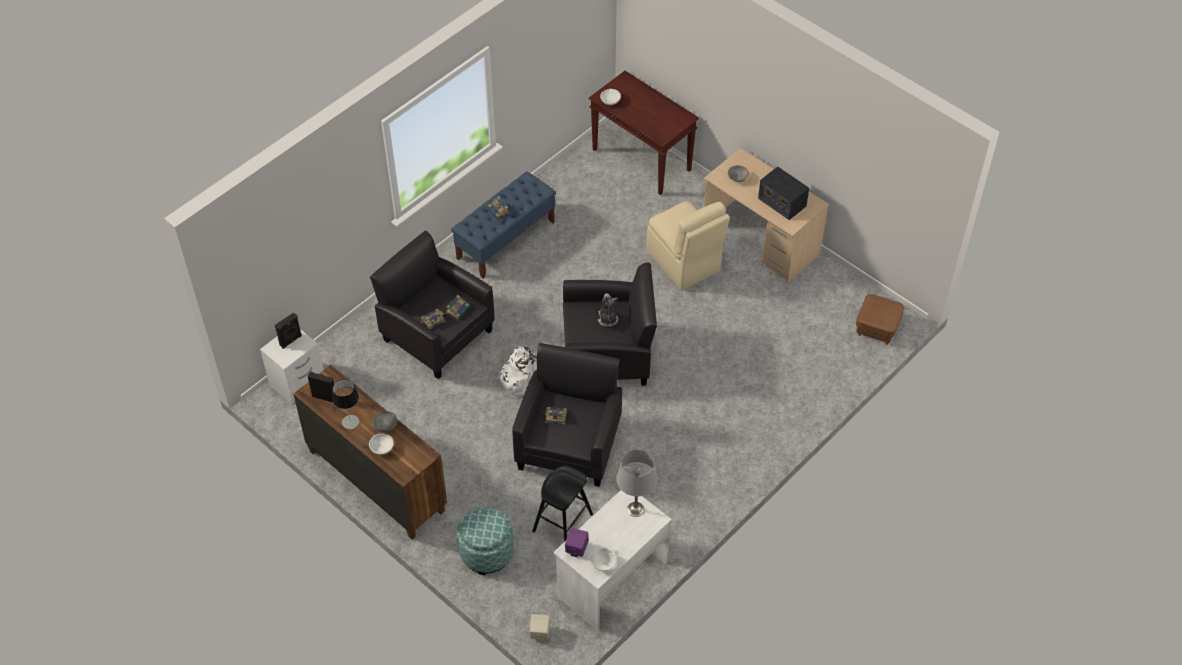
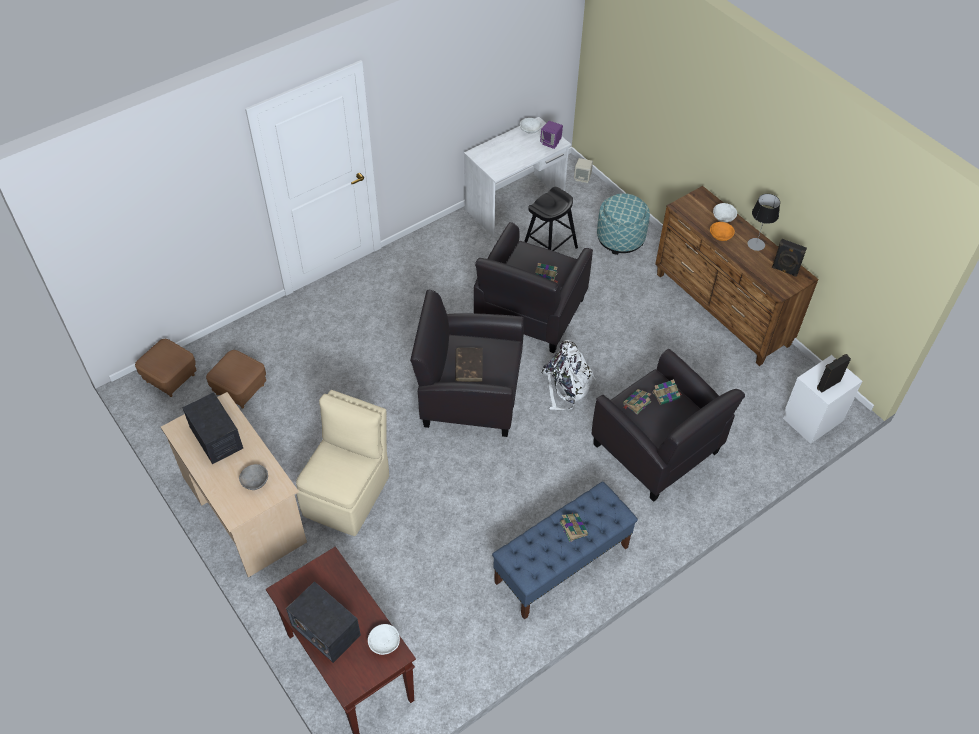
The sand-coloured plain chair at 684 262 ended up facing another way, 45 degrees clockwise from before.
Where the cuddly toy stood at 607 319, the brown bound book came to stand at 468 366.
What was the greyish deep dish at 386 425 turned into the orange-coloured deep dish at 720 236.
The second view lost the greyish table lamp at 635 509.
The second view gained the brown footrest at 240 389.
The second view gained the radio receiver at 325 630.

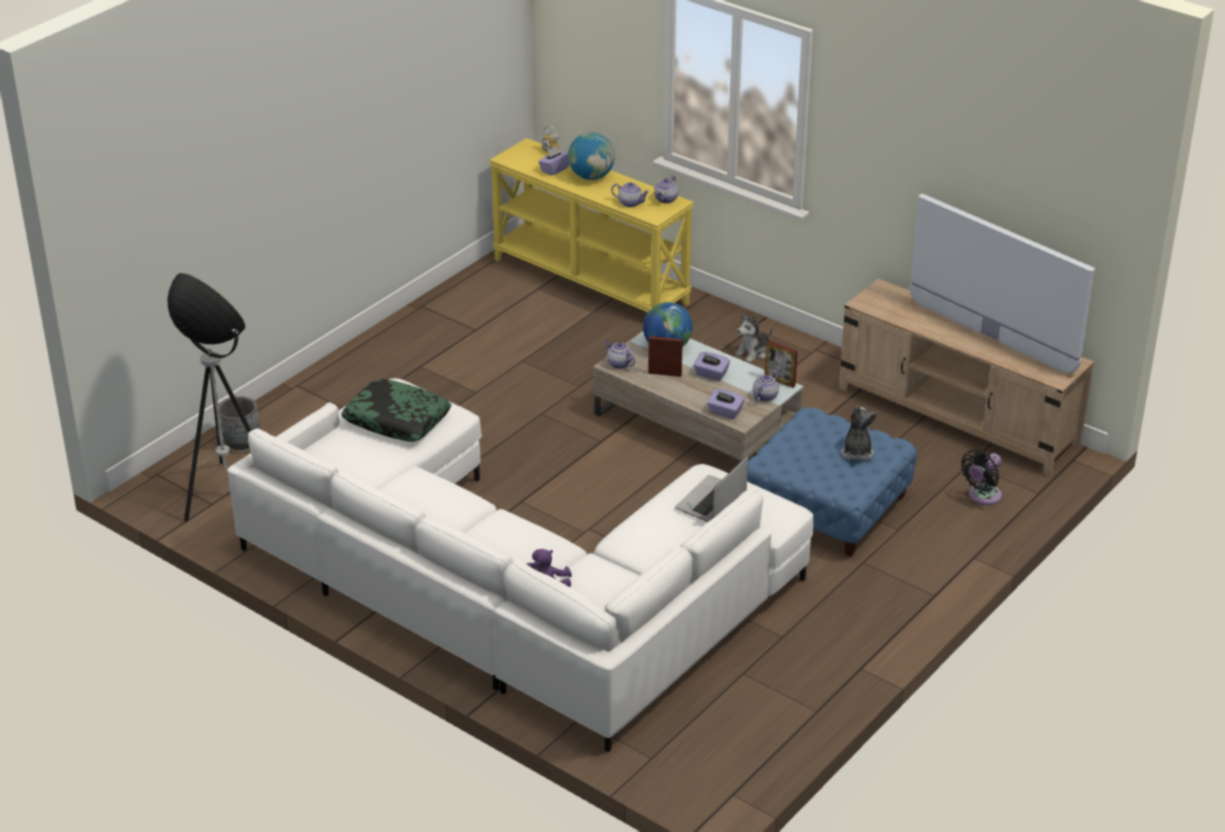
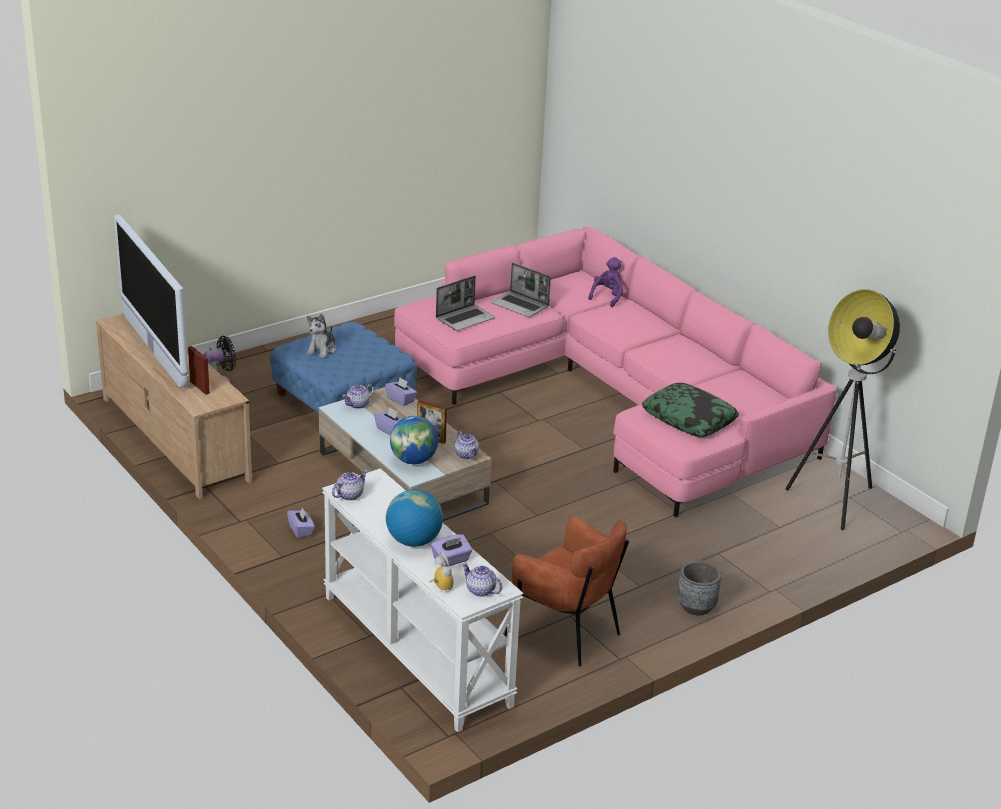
What was the yellow narrow table at 591 281 turned into the white narrow table at 414 650.
The teapot ended up elsewhere, having gone from 630 203 to 480 590.
Where the cuddly toy stood at 754 352, the purple-coloured box of tissues came to stand at 301 530.
The standing frame ended up elsewhere, having gone from 780 381 to 199 387.
What was the white sofa at 509 587 turned into the pink-coloured sofa at 614 396.
The greyish planter ended up elsewhere, having gone from 241 441 to 696 607.
The second view gained the notebook computer at 520 305.
The second view gained the brown armchair at 566 632.

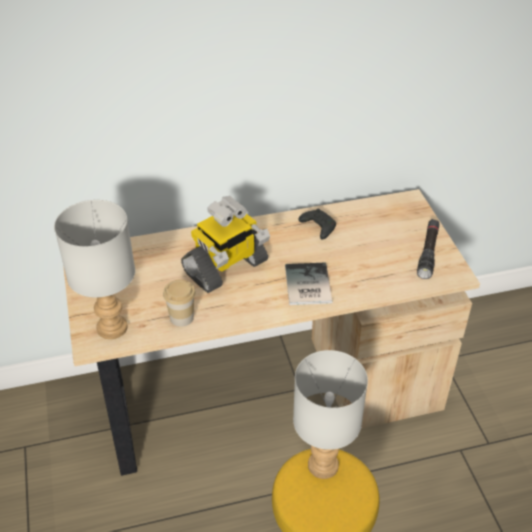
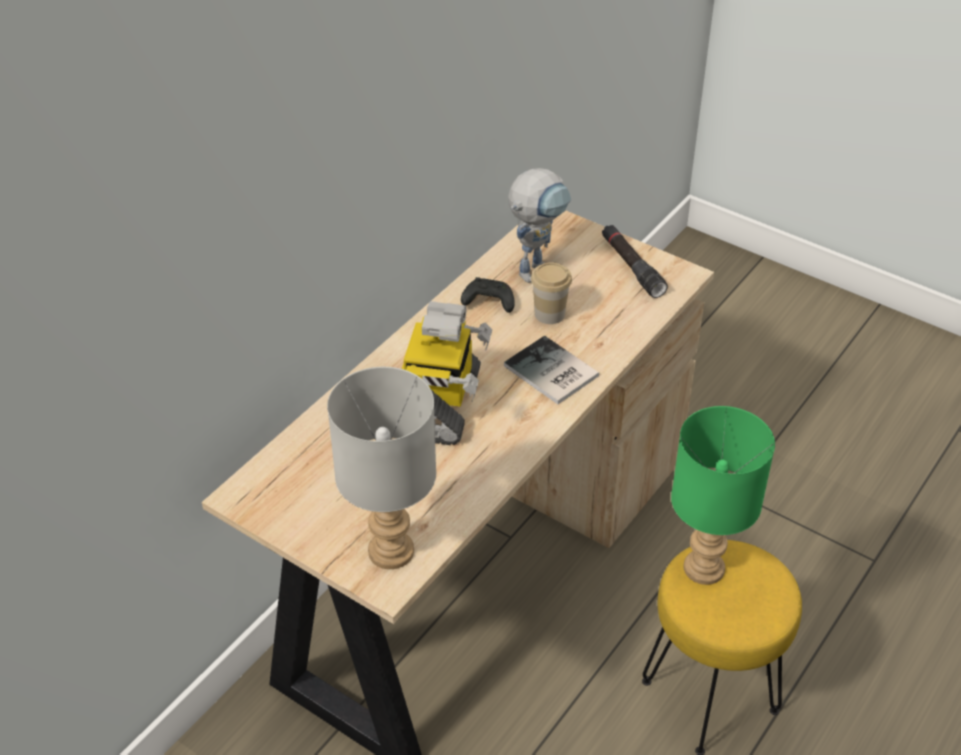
The drinking cup ended up elsewhere, having gone from 181 317 to 549 314.
What was the greyish table lamp at 322 464 turned into the green table lamp at 702 567.
The second view gained the toy robot at 536 266.

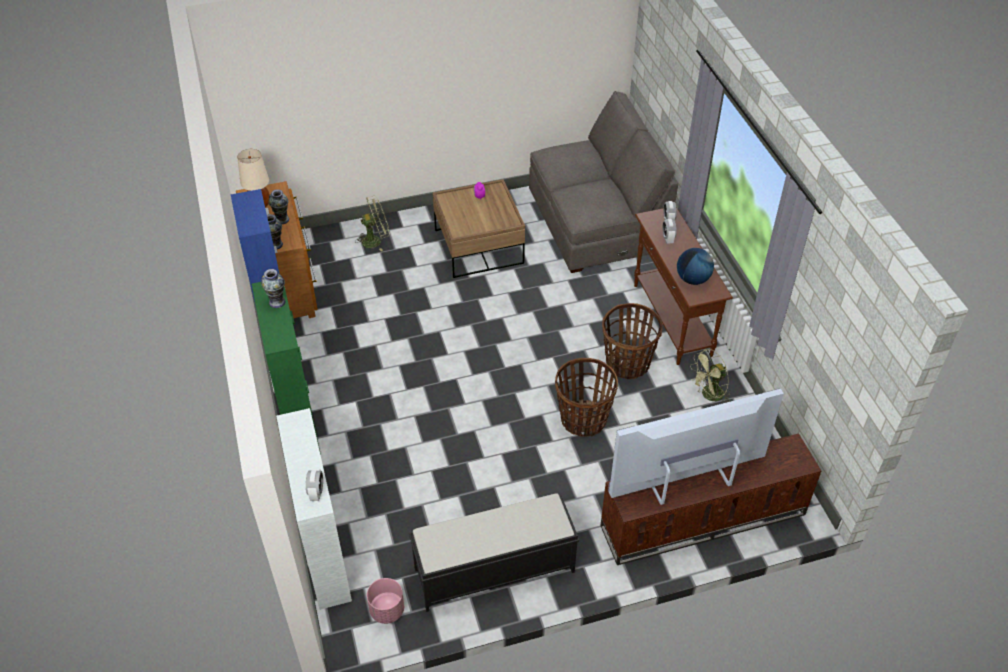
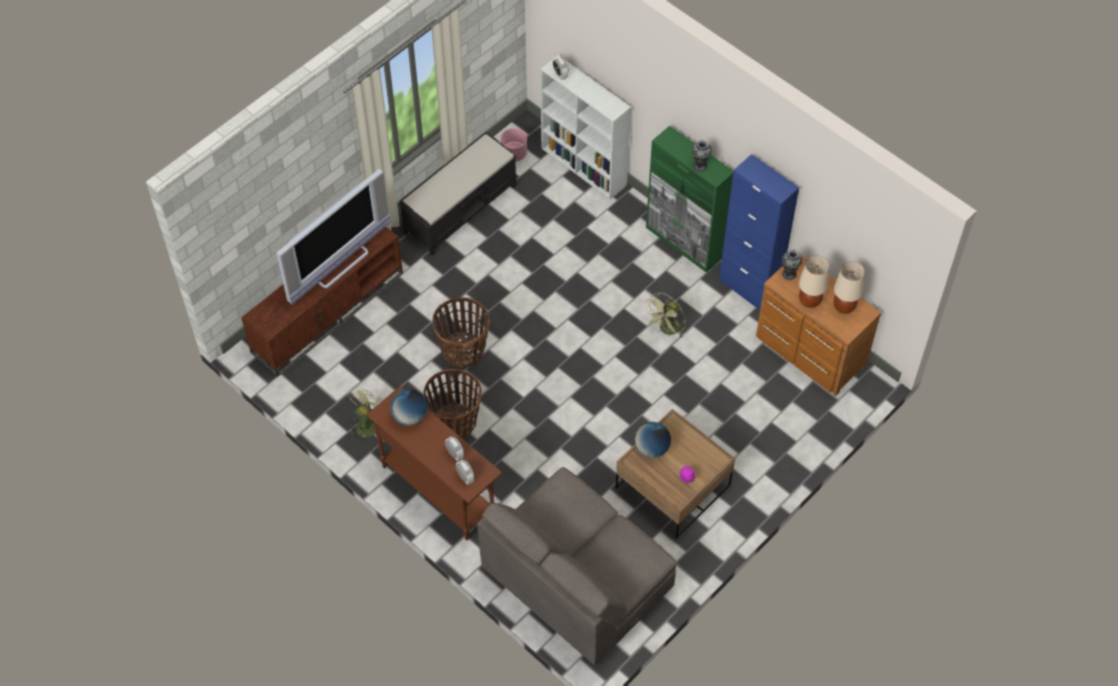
Where the decorative vase stood at 282 219, the sand-coloured table lamp came to stand at 809 301.
The green electric fan ended up elsewhere, having gone from 375 240 to 667 330.
The second view gained the globe at 652 448.

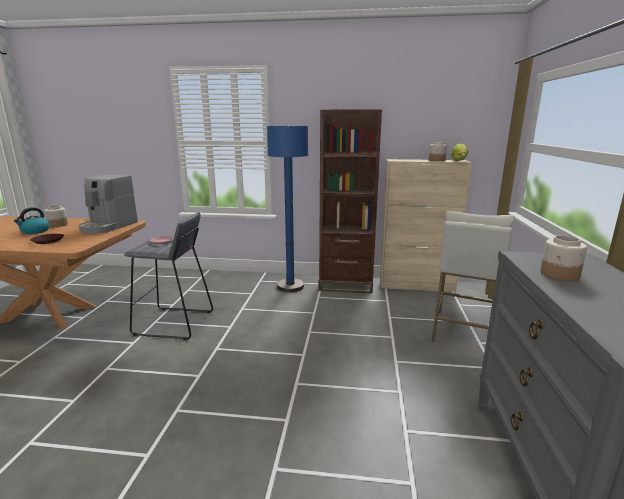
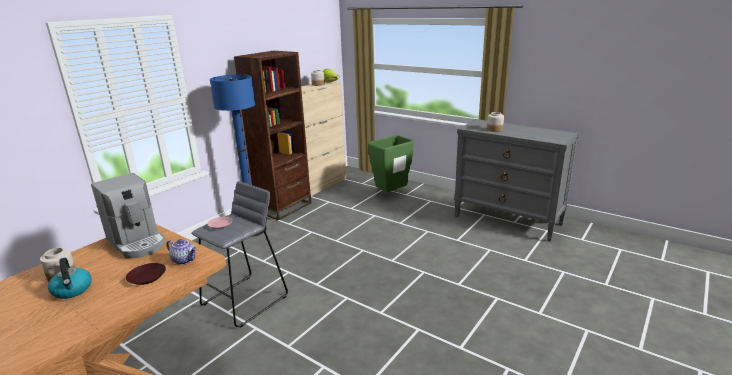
Where the white stool stood at 462 331, the green waste bin came to stand at 391 194.
The second view gained the teapot at 185 260.

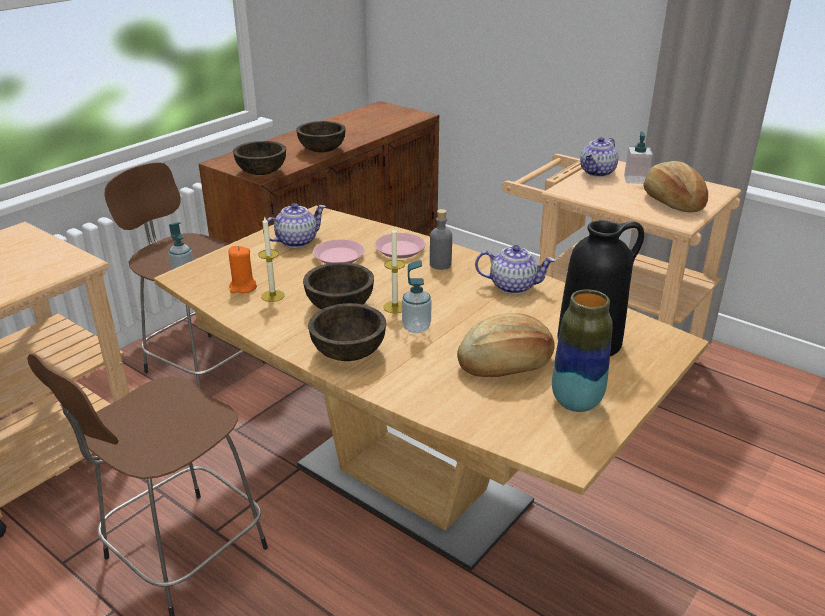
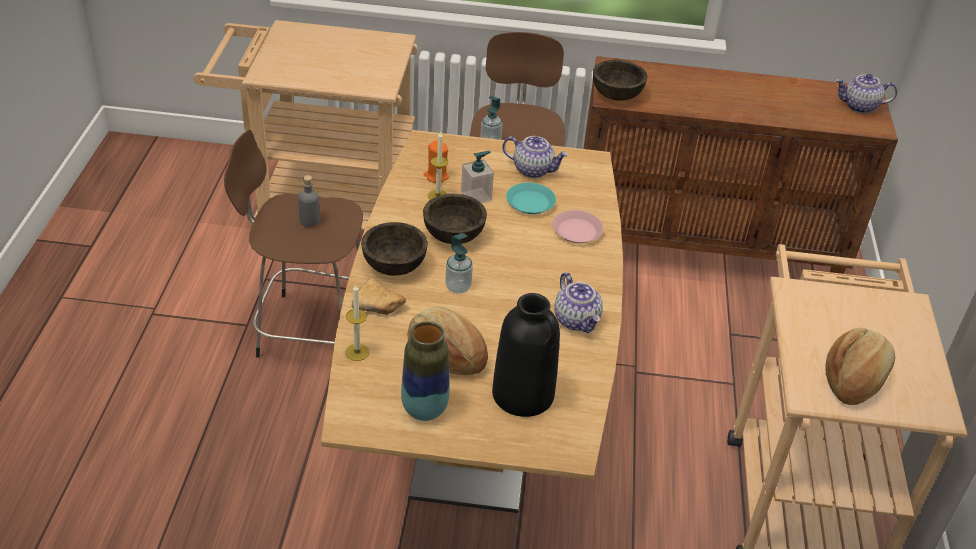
The second view lost the brown deep dish at 322 150.
The soap bottle ended up elsewhere, having gone from 635 179 to 476 196.
The teapot ended up elsewhere, having gone from 597 172 to 859 106.
The greyish bottle ended up elsewhere, having gone from 440 264 to 309 220.
The wax candle ended up elsewhere, having gone from 395 307 to 357 352.
What was the pink-coloured flat dish at 339 256 turned into the turquoise flat dish at 530 203.
The second view gained the bread at 380 306.

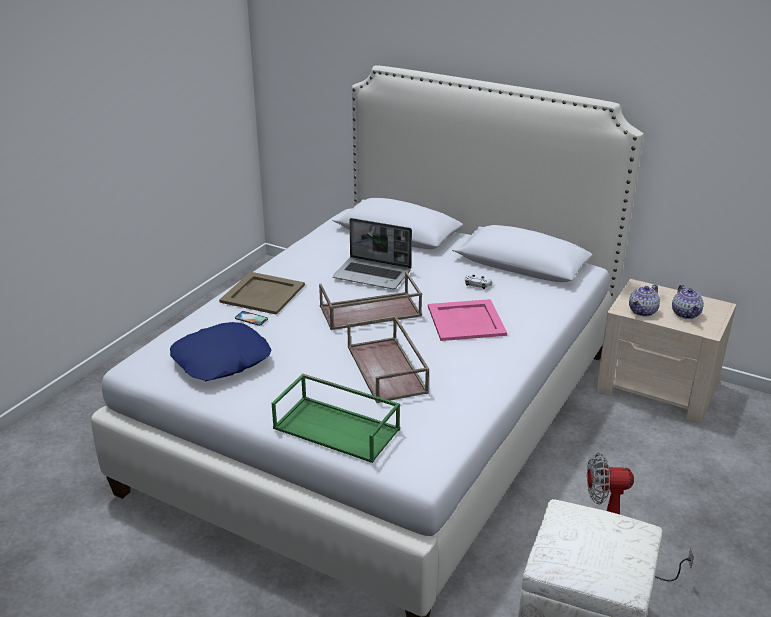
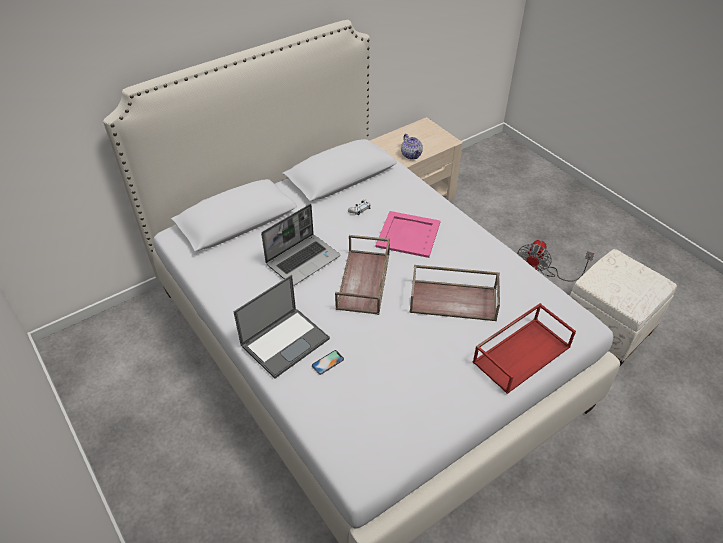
Where the sand-coloured carrying tray stood at 263 293, the notebook computer came to stand at 285 341.
The second view lost the teapot at 685 313.
The second view lost the blue cushion at 222 360.
What was the green carrying tray at 338 428 turned into the red carrying tray at 521 353.

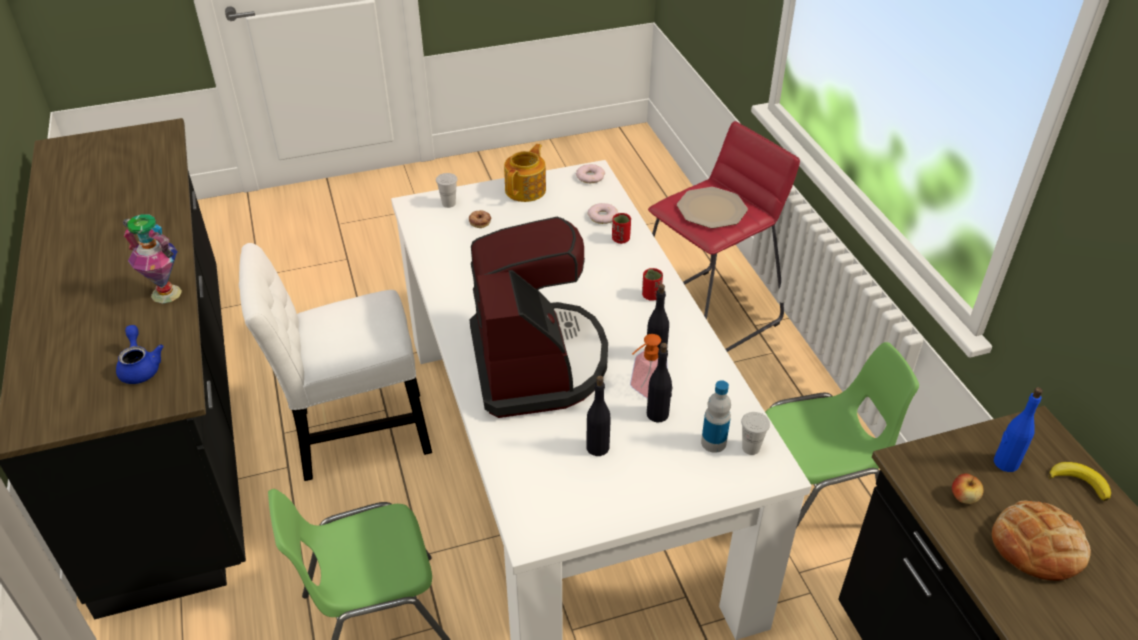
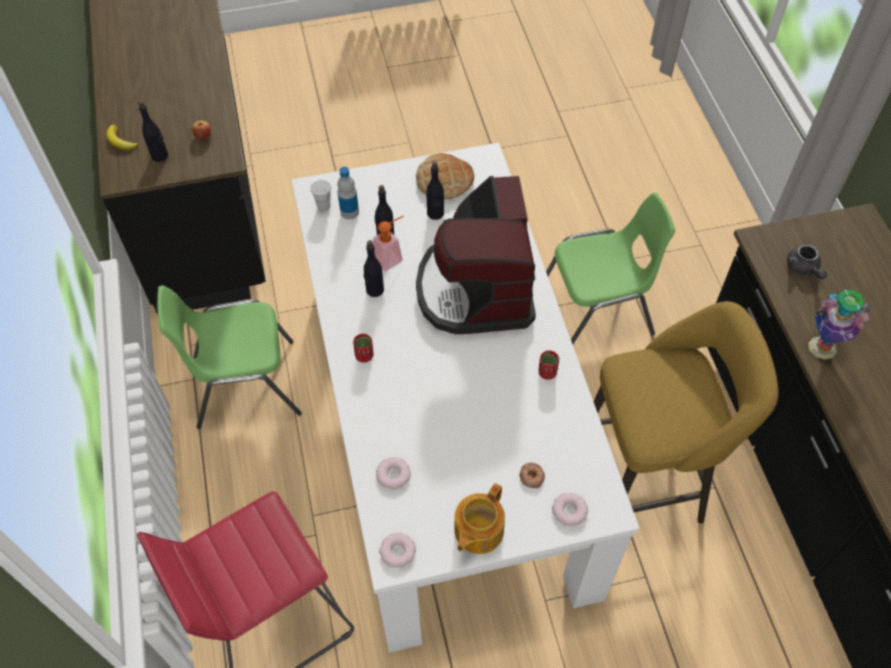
Where the white drinking cup stood at 448 203, the doughnut came to stand at 569 511.
The second view lost the flat dish at 712 209.
The red drinking cup ended up elsewhere, having gone from 620 239 to 547 372.
Where the white plain chair stood at 355 434, the yellow stool came to stand at 646 480.
What was the blue teapot at 140 367 turned into the greyish teapot at 803 268.
What was the blue bottle at 1005 463 turned into the black bottle at 160 156.
The bread ended up elsewhere, having gone from 1037 545 to 444 180.

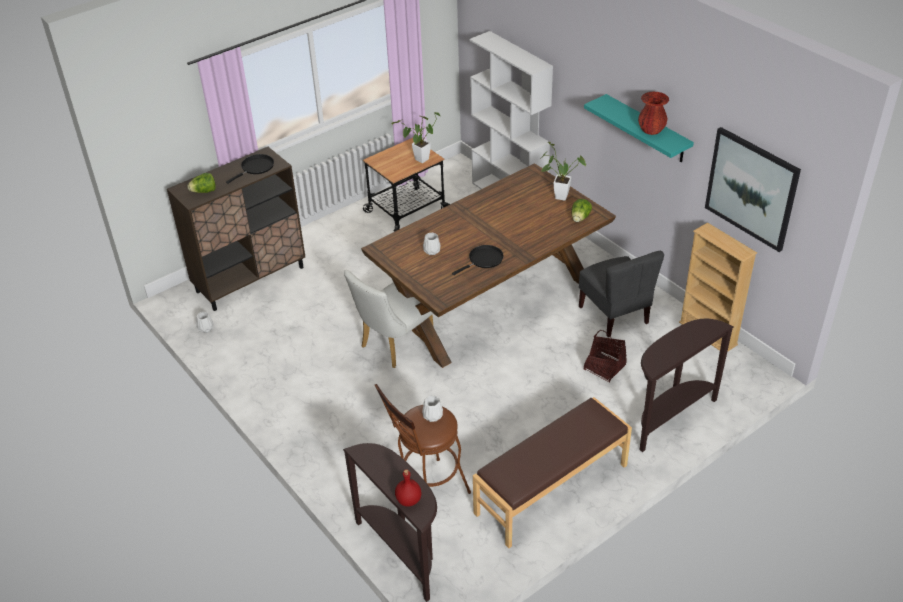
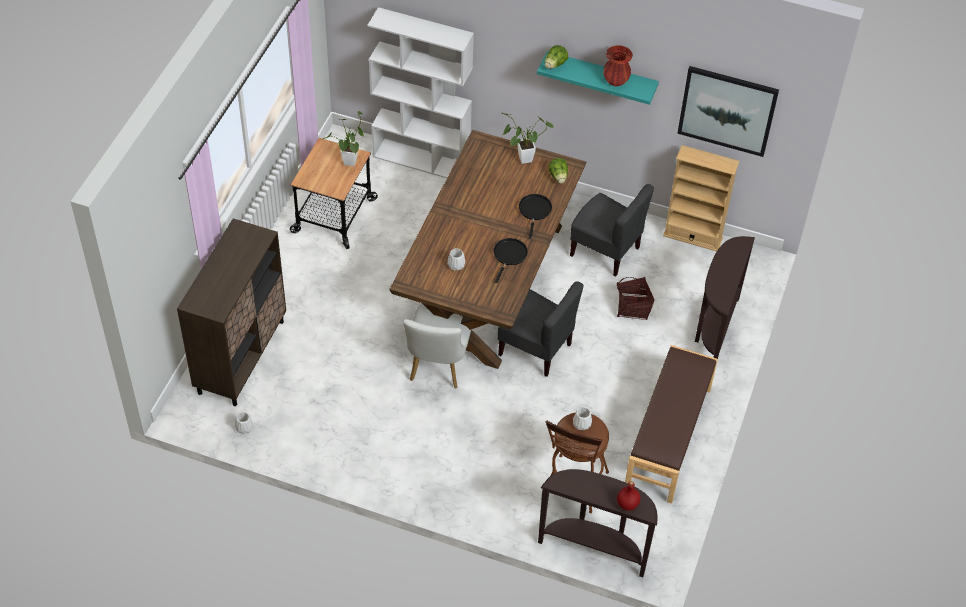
The black skillet ended up elsewhere, having gone from 256 168 to 534 211.
The lettuce ended up elsewhere, having gone from 204 191 to 555 65.
The second view gained the greyish plain chair at 536 349.

